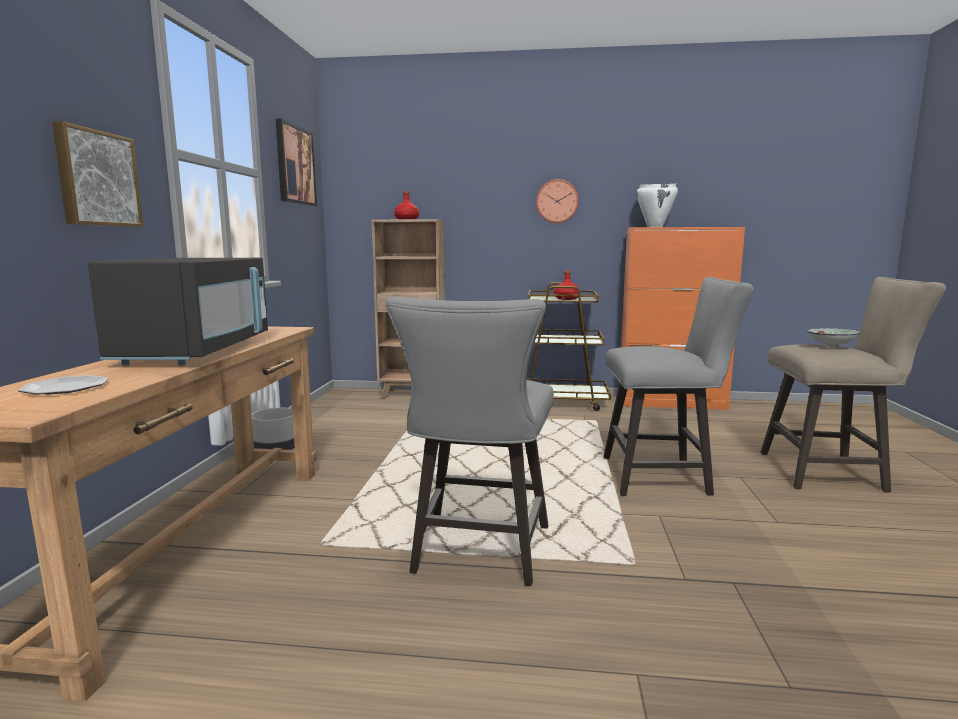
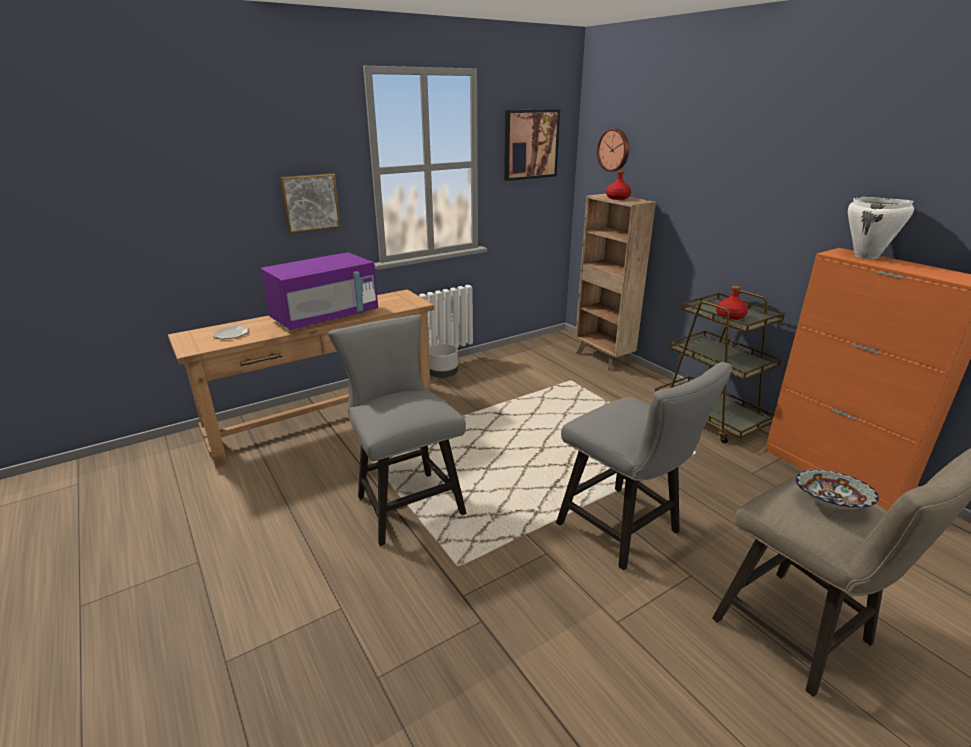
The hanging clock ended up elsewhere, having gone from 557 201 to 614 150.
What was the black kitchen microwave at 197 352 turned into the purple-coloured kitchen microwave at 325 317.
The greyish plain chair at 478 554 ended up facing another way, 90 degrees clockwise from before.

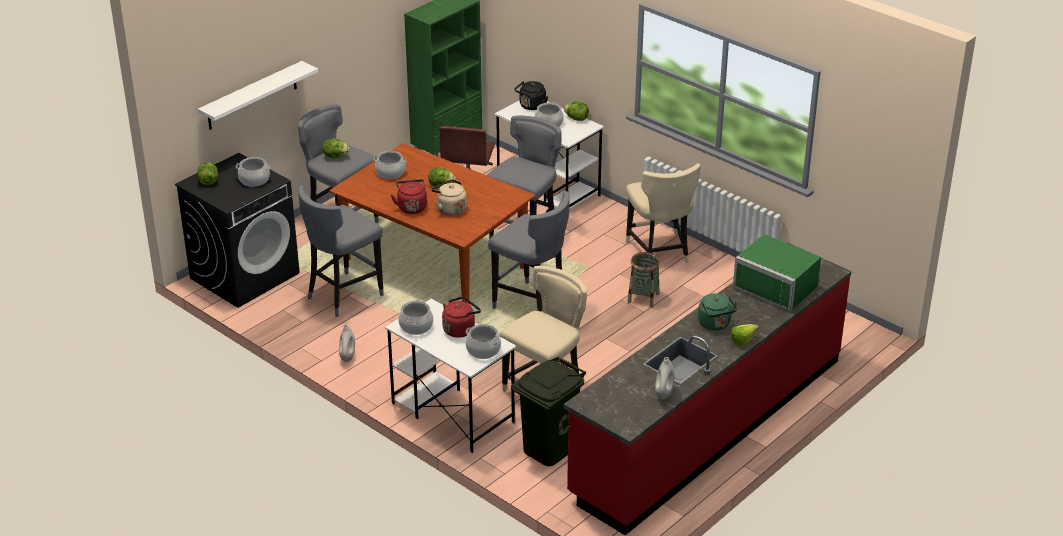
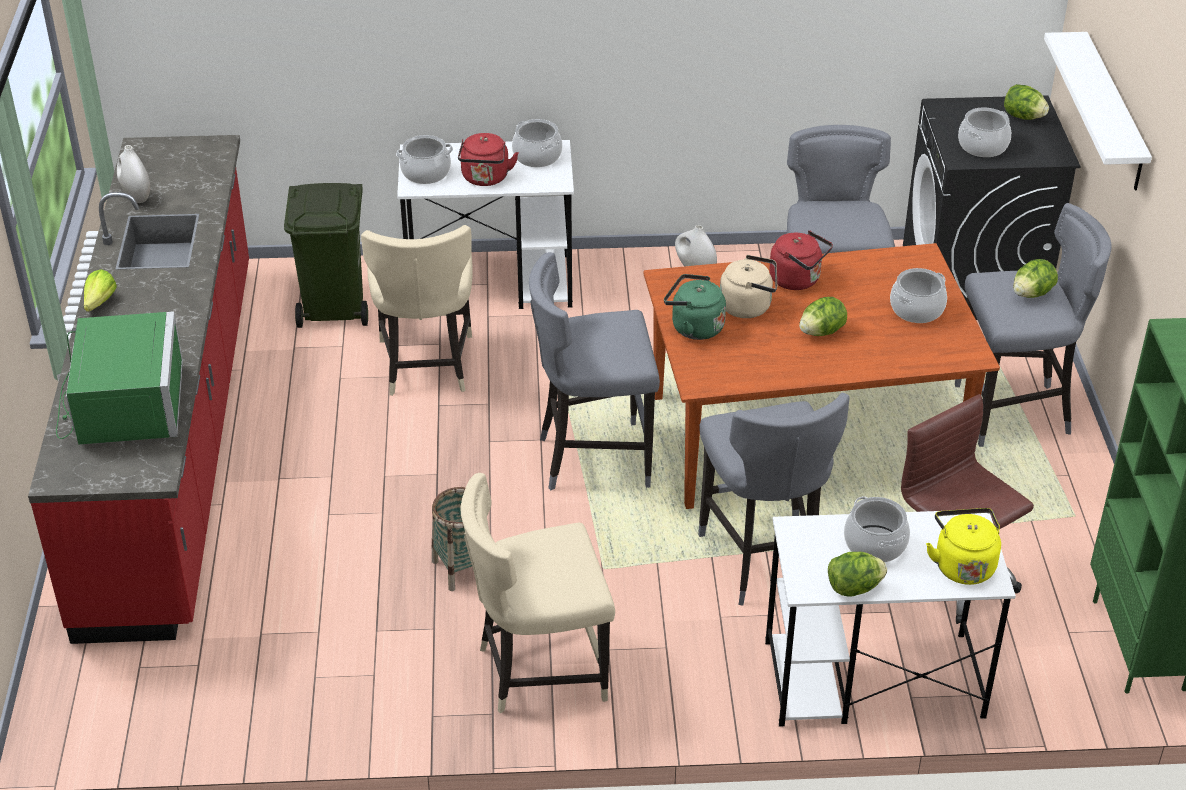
What was the black tea kettle at 531 106 turned into the yellow tea kettle at 962 564.
The sand-coloured plain chair at 659 252 ended up facing another way, 45 degrees counterclockwise from before.
The green kitchen microwave at 778 286 ended up facing another way, 90 degrees clockwise from before.
The green tea kettle ended up elsewhere, having gone from 715 324 to 694 327.

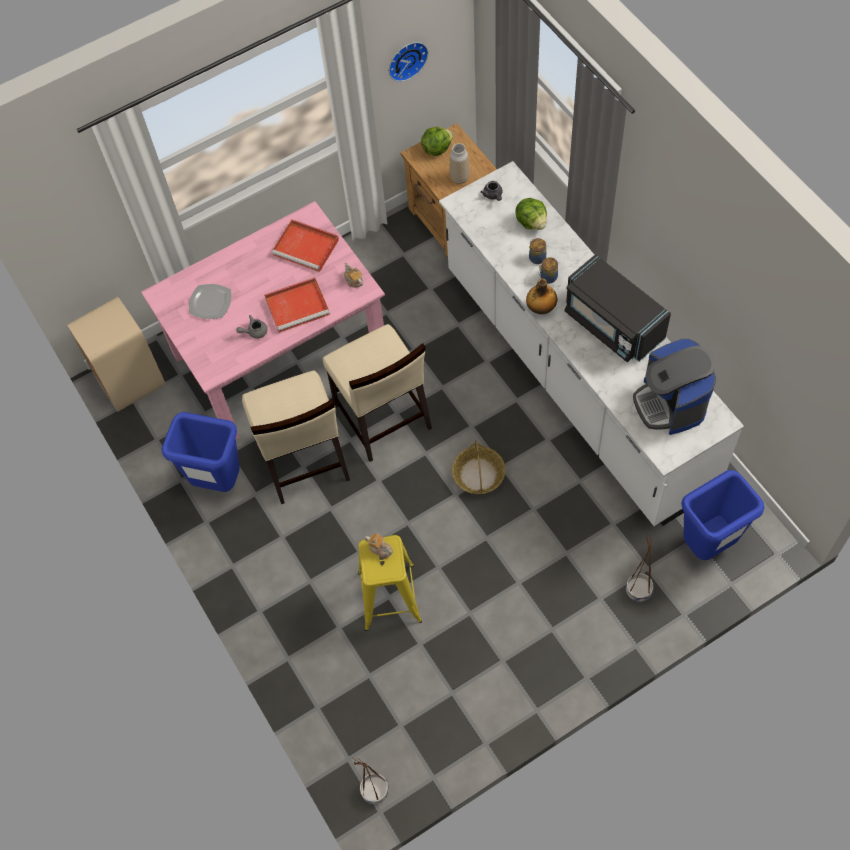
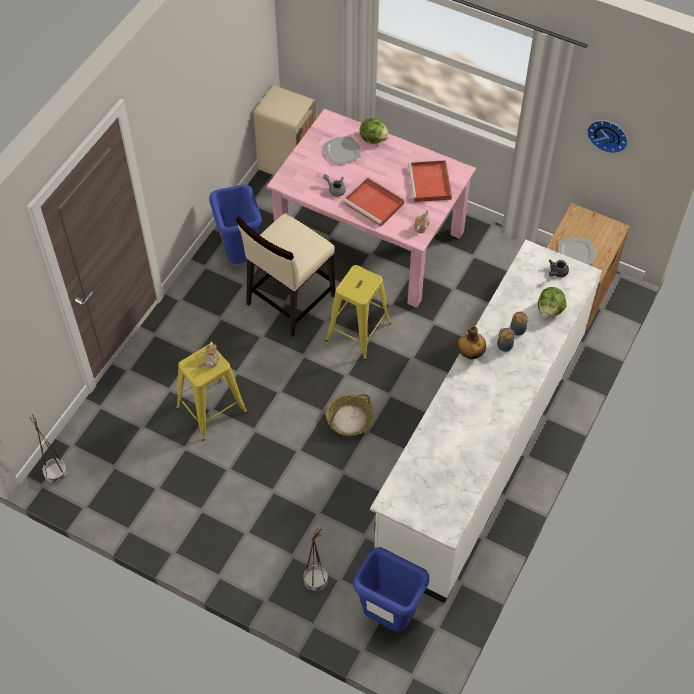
The lettuce ended up elsewhere, having gone from 436 149 to 373 138.
Where the decorative vase stood at 459 178, the flat dish came to stand at 576 253.
The second view lost the black kitchen microwave at 612 324.
Where the sand-coloured plain chair stood at 382 418, the yellow stool came to stand at 358 331.
The second view lost the coffee machine at 670 404.

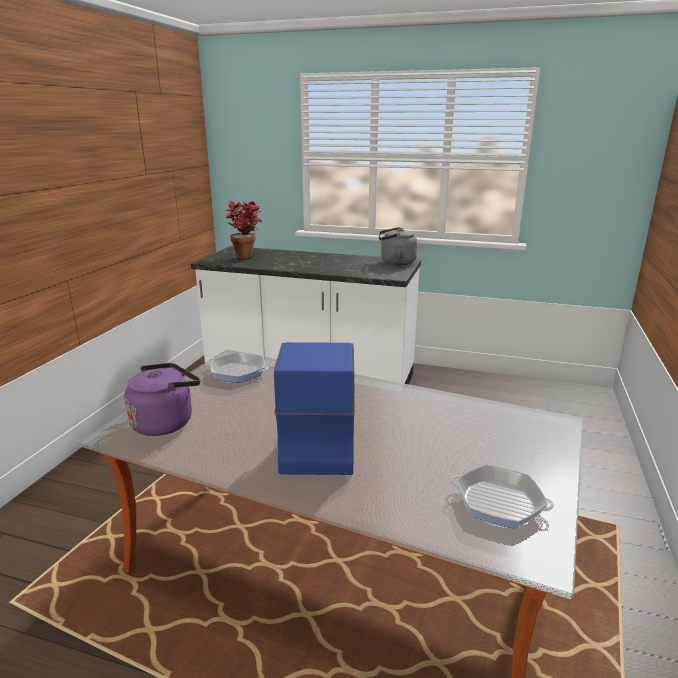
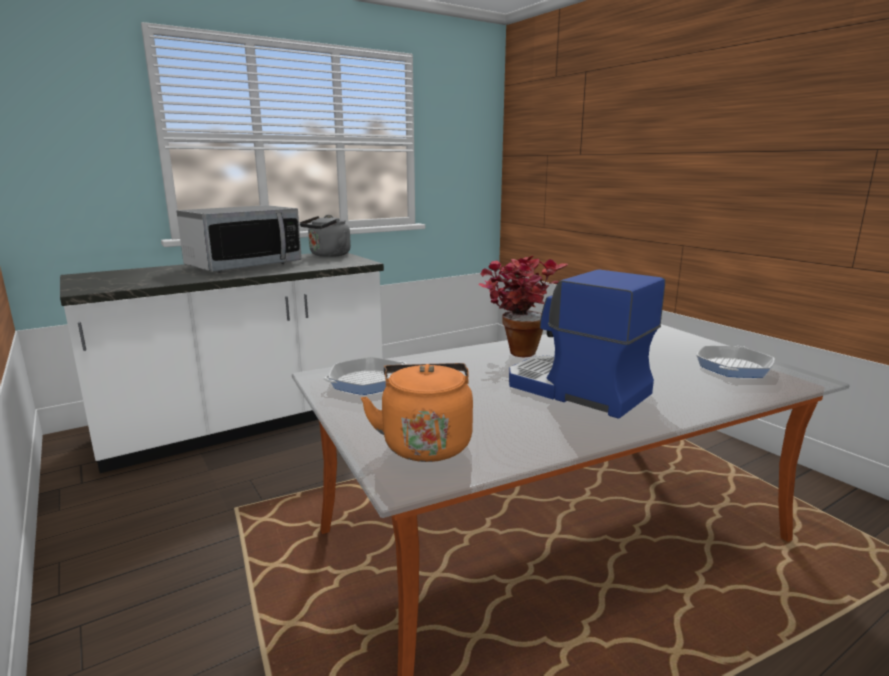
The plant in a pot ended up elsewhere, having gone from 247 256 to 515 350.
What was the purple-coloured tea kettle at 165 422 turned into the orange-coloured tea kettle at 425 443.
The skillet at 499 502 ended up facing another way, 150 degrees clockwise from before.
The second view gained the kitchen microwave at 244 265.

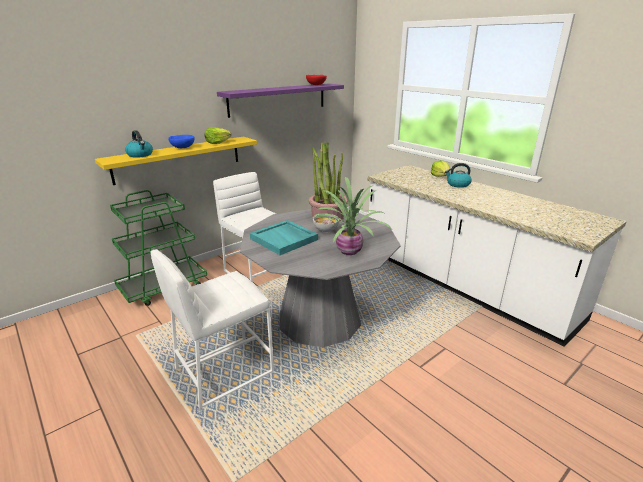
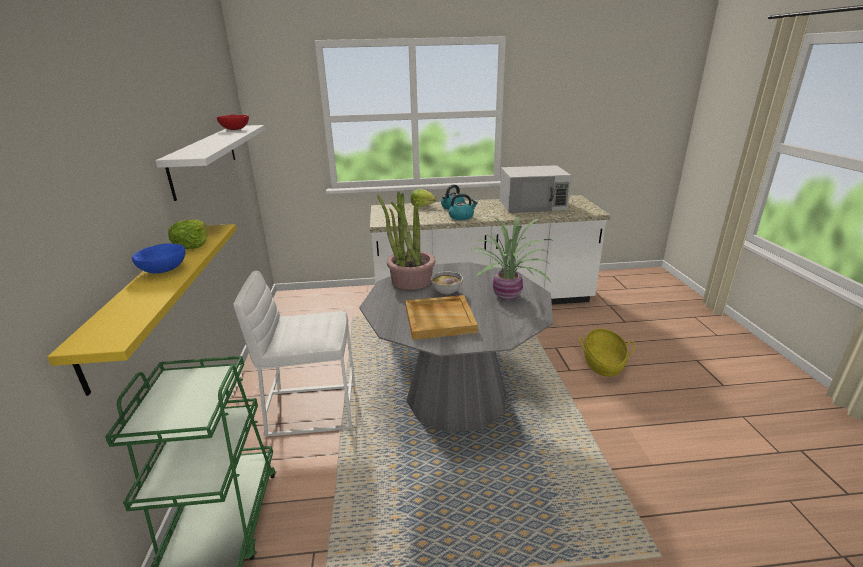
What was the purple-coloured wall shelf at 278 99 turned into the white wall shelf at 205 158.
The tea kettle ended up elsewhere, having gone from 140 155 to 461 217.
What was the turquoise carrying tray at 284 239 turned into the sand-coloured carrying tray at 440 319.
The second view lost the white stool at 223 370.
The second view gained the white kitchen microwave at 532 205.
The second view gained the storage basket at 603 363.

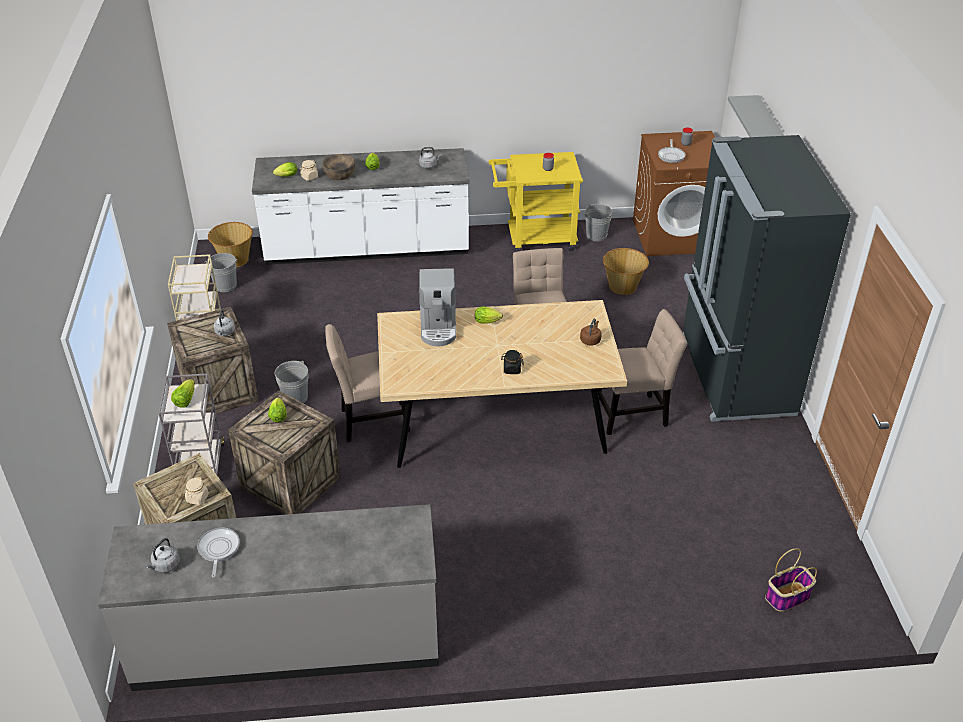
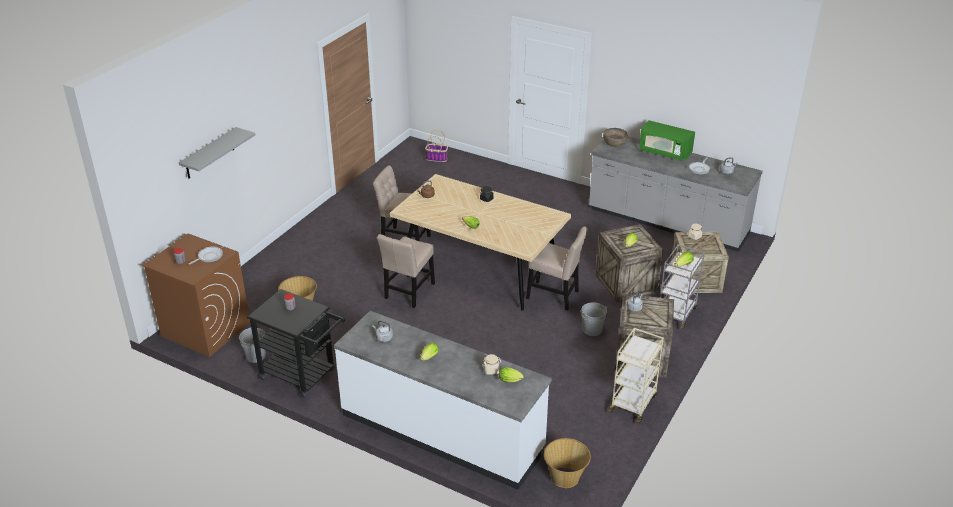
The second view lost the black fridge at 733 376.
What was the yellow wheeled cart at 534 239 turned into the black wheeled cart at 303 376.
The brown deep dish ended up elsewhere, having gone from 339 174 to 614 142.
The second view lost the greyish pail at 225 285.
The second view lost the coffee machine at 438 327.
The second view gained the green kitchen microwave at 664 152.

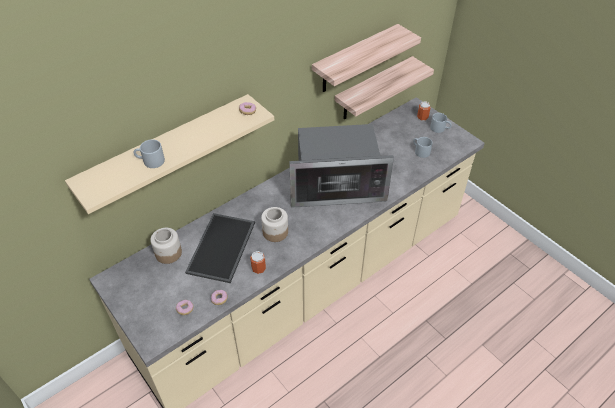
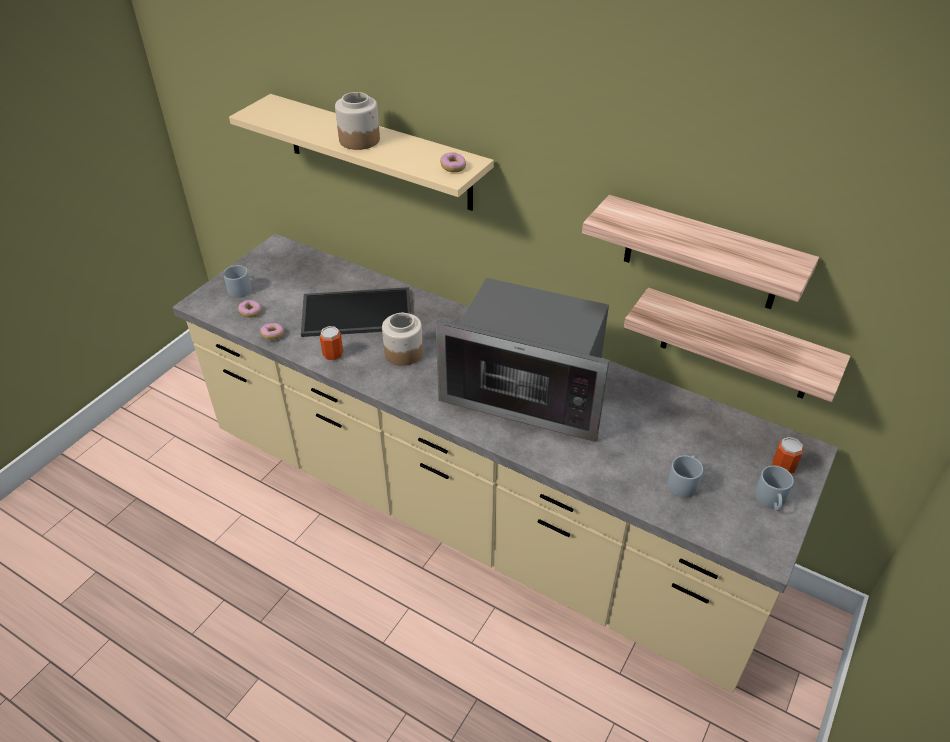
The kitchen microwave at 336 186 ended up facing another way, 45 degrees counterclockwise from before.
The greyish mug ended up elsewhere, having gone from 150 161 to 238 288.
The storage jar ended up elsewhere, having gone from 168 253 to 359 140.

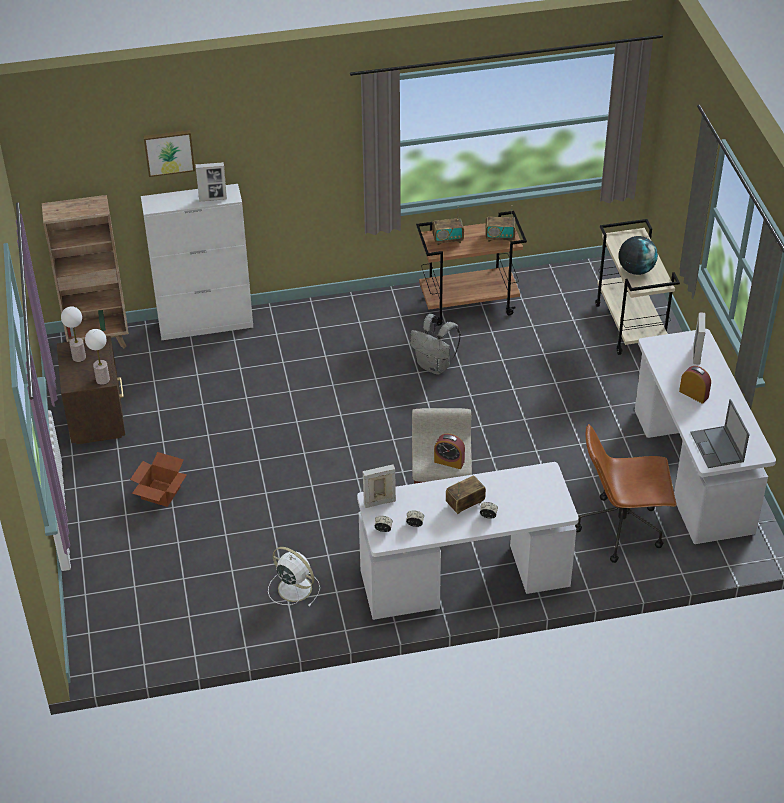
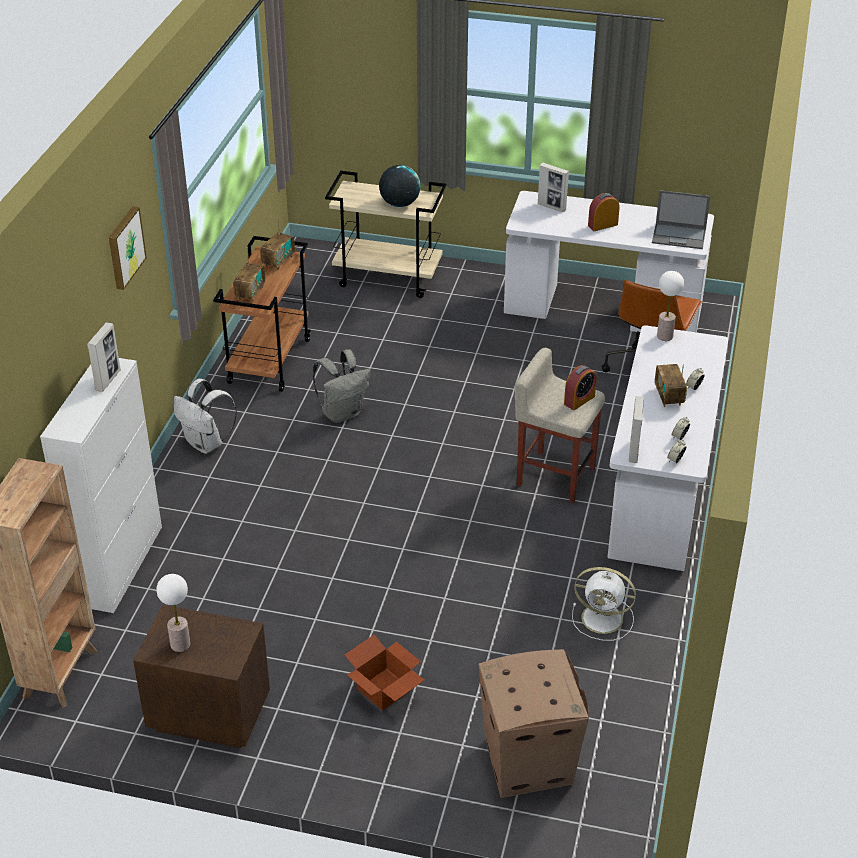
The wall picture ended up elsewhere, having gone from 169 152 to 124 247.
The table lamp ended up elsewhere, having gone from 102 380 to 664 336.
The white electric fan at 293 588 ended up facing another way, 135 degrees counterclockwise from before.
The second view gained the white knapsack at 206 444.
The second view gained the packing box at 528 760.

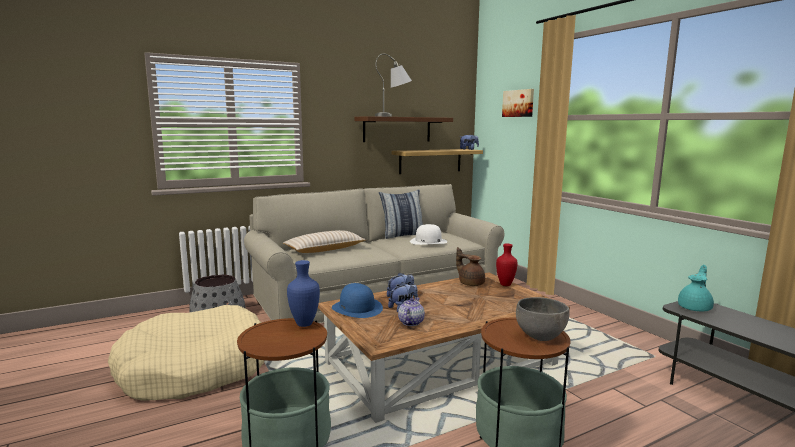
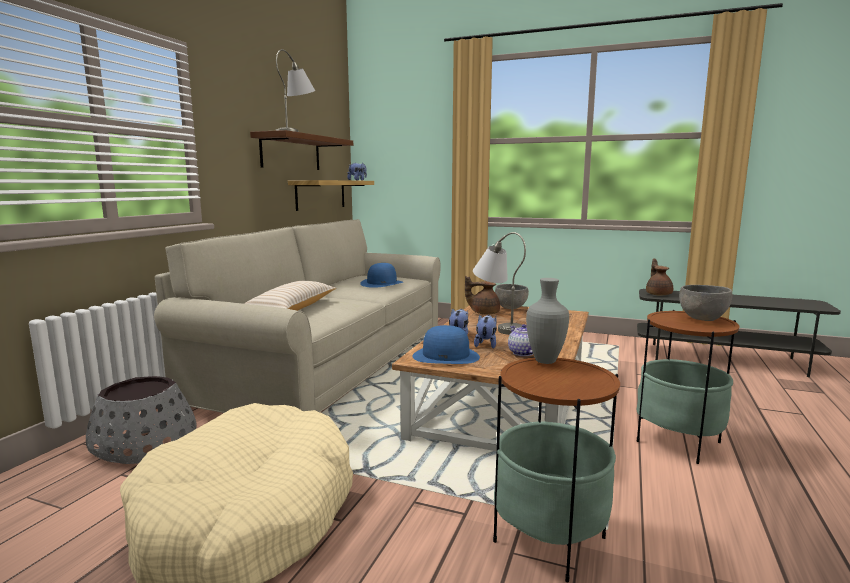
The second view lost the wall picture at 518 103.
The second view lost the cushion at 403 235.
What was the white hat at 428 241 turned into the blue hat at 382 283.
Where the red decorative vase stood at 504 284, the greyish deep dish came to stand at 510 308.
What was the blue decorative vase at 303 324 turned into the greyish decorative vase at 545 361.
What was the turquoise teapot at 695 308 turned into the brown teapot at 658 294.
The second view gained the greyish table lamp at 498 326.

